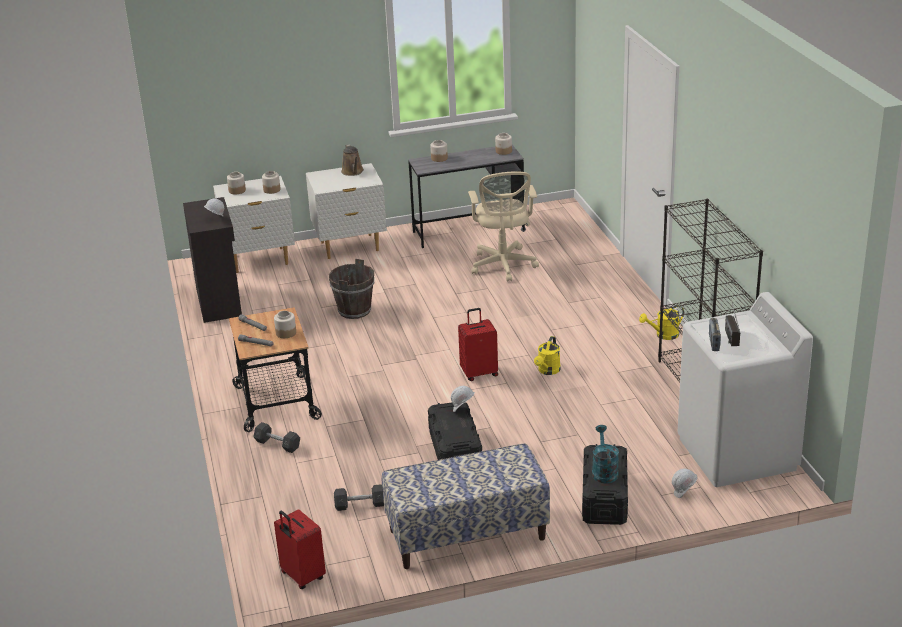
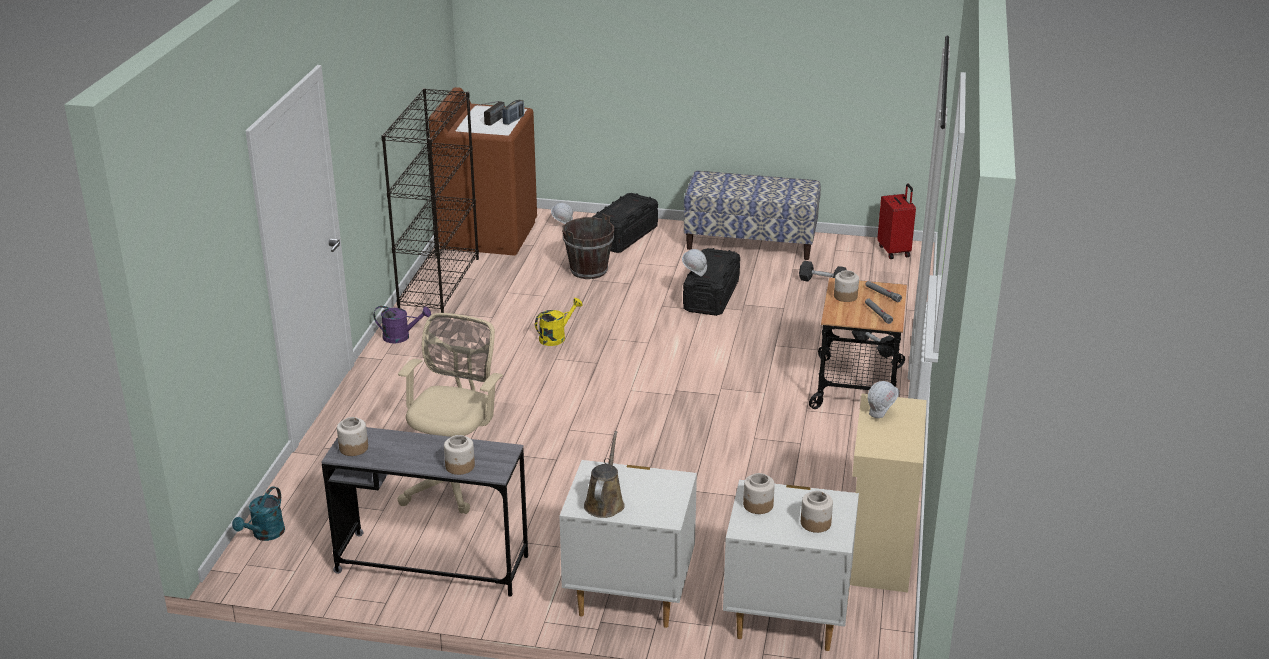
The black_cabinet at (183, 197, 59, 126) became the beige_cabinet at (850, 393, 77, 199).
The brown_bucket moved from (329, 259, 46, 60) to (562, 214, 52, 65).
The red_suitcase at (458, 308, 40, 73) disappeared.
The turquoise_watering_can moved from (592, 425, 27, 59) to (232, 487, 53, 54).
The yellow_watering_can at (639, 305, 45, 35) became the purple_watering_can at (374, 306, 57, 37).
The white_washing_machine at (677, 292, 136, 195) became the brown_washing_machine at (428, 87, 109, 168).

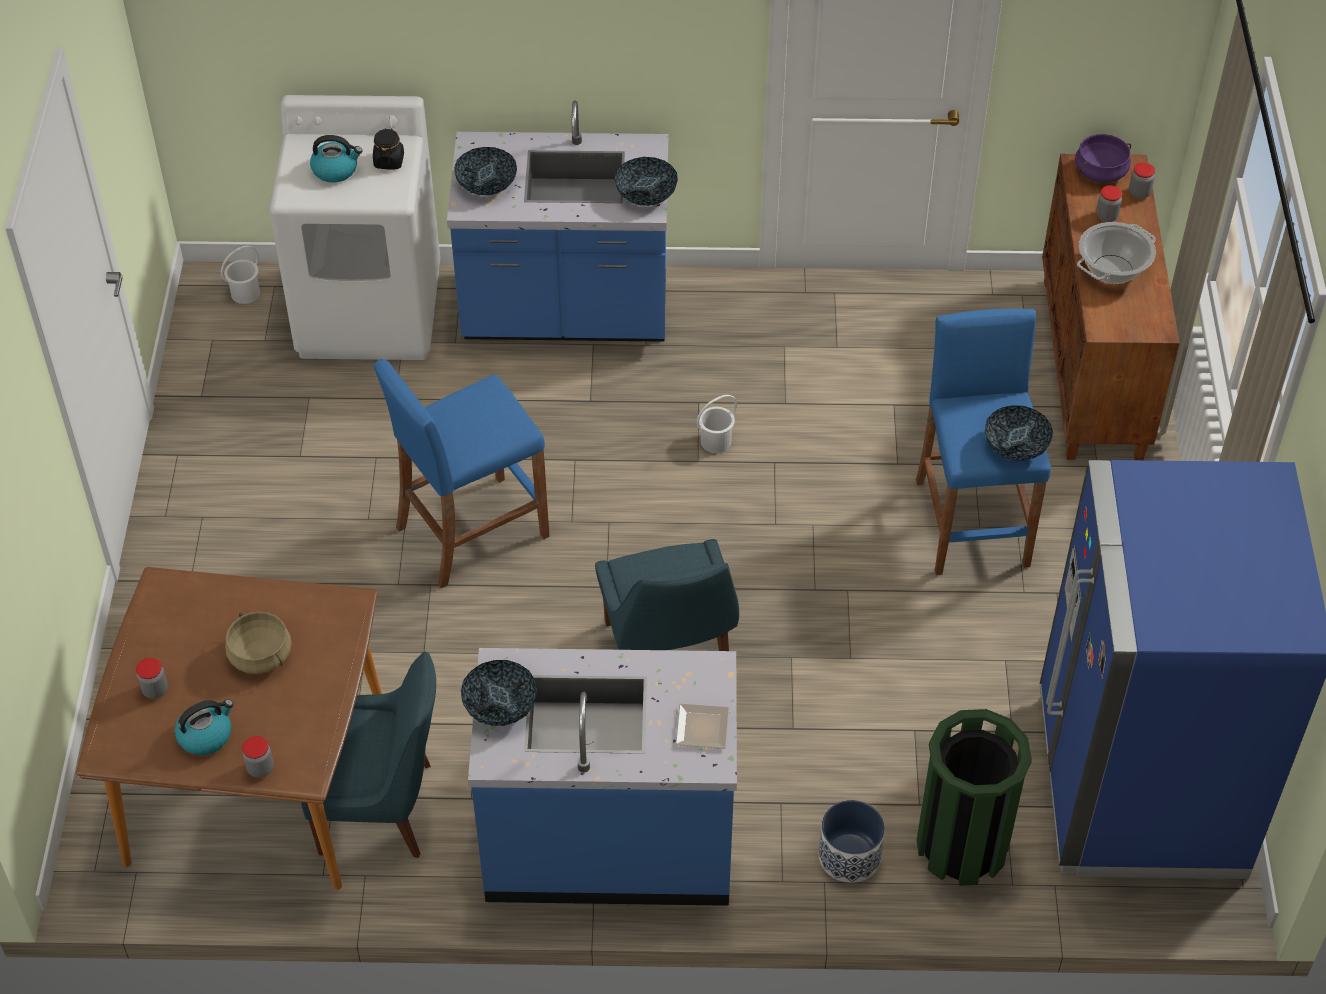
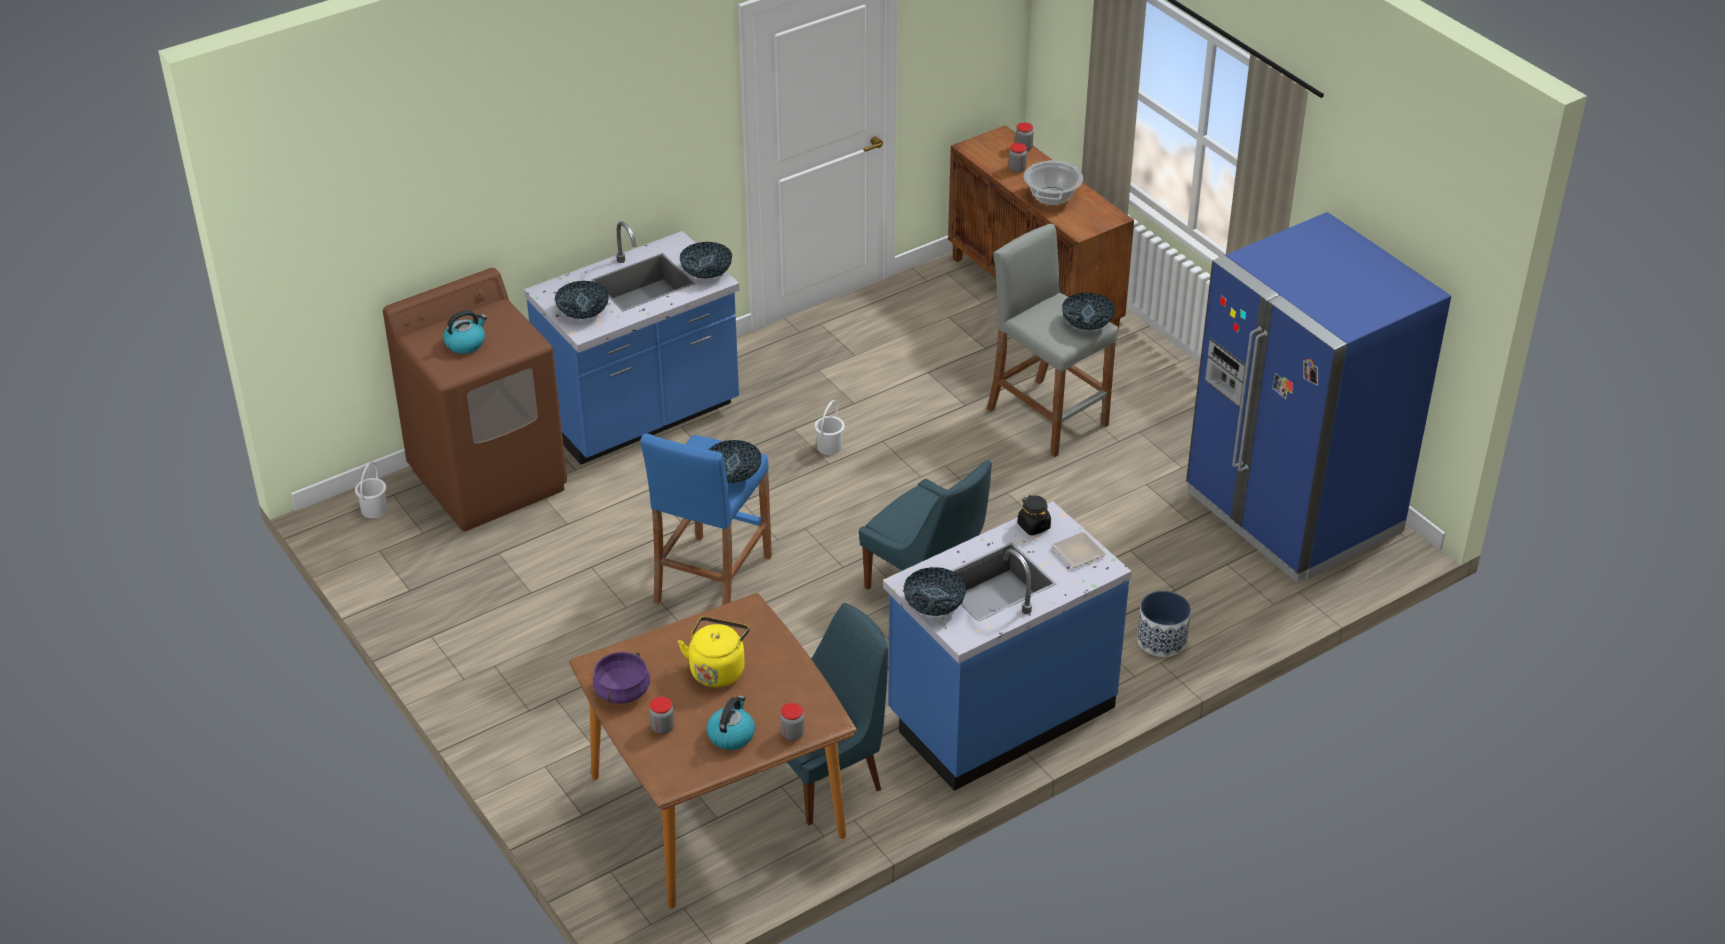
The beige_cooking_pot at (225, 612, 67, 62) was replaced by the yellow_kettle at (678, 617, 72, 70).
The white_washing_machine at (269, 95, 171, 265) became the brown_washing_machine at (383, 268, 184, 263).
The black_jar moved from (373, 128, 31, 41) to (1017, 495, 34, 41).
The blue_stool at (916, 308, 135, 267) became the grey_stool at (987, 224, 131, 233).
The green_trash_can at (917, 709, 115, 177) disappeared.
The purple_cooking_pot moved from (1075, 134, 56, 49) to (593, 652, 57, 52).
The bowl at (708, 440, 53, 43) appeared.

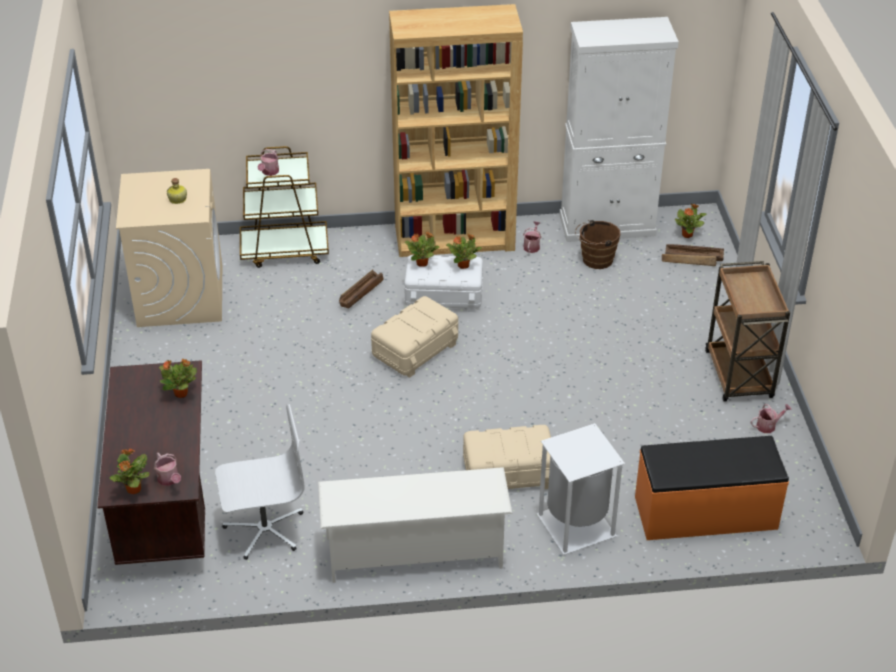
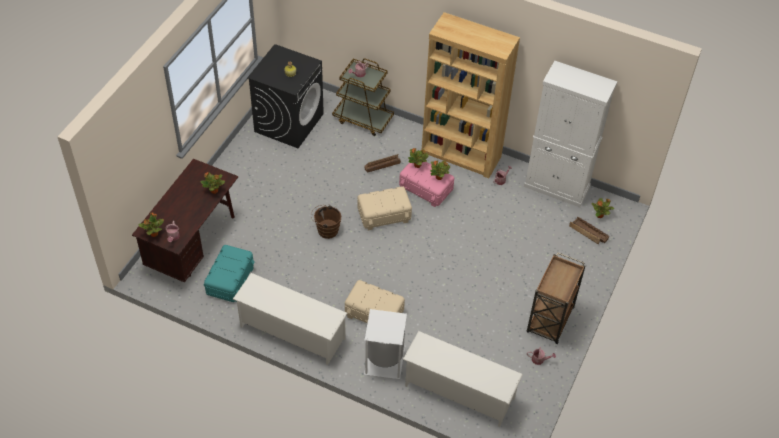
The beige_washing_machine at (116, 169, 106, 158) became the black_washing_machine at (247, 44, 77, 104).
The white_office_chair at (215, 404, 90, 156) was replaced by the turquoise_storage_box at (204, 245, 51, 57).
The white_storage_box at (404, 255, 79, 57) became the pink_storage_box at (399, 162, 55, 45).
The brown_bucket moved from (575, 220, 45, 49) to (311, 205, 30, 34).
The orange_bench at (635, 436, 154, 104) was replaced by the white_shoe_rack at (403, 331, 120, 96).

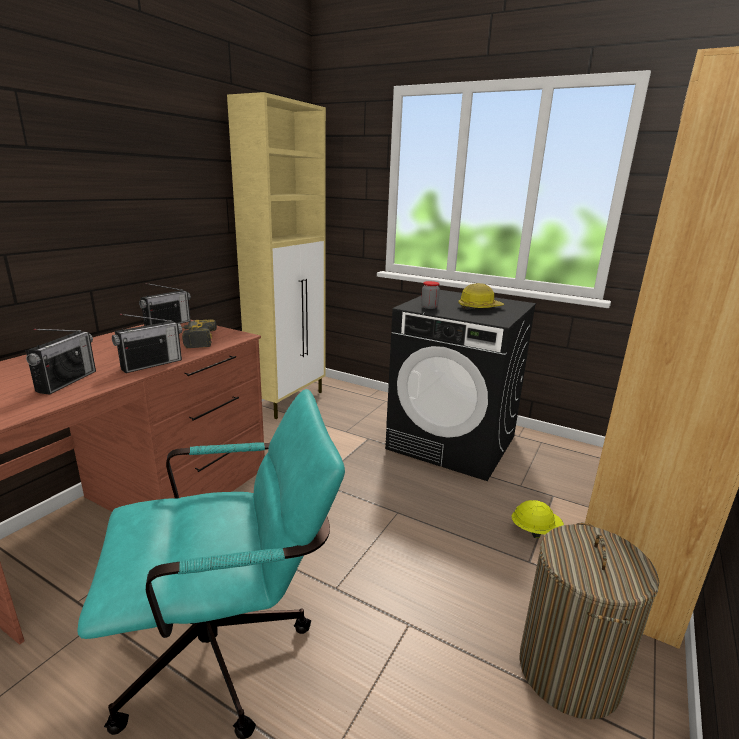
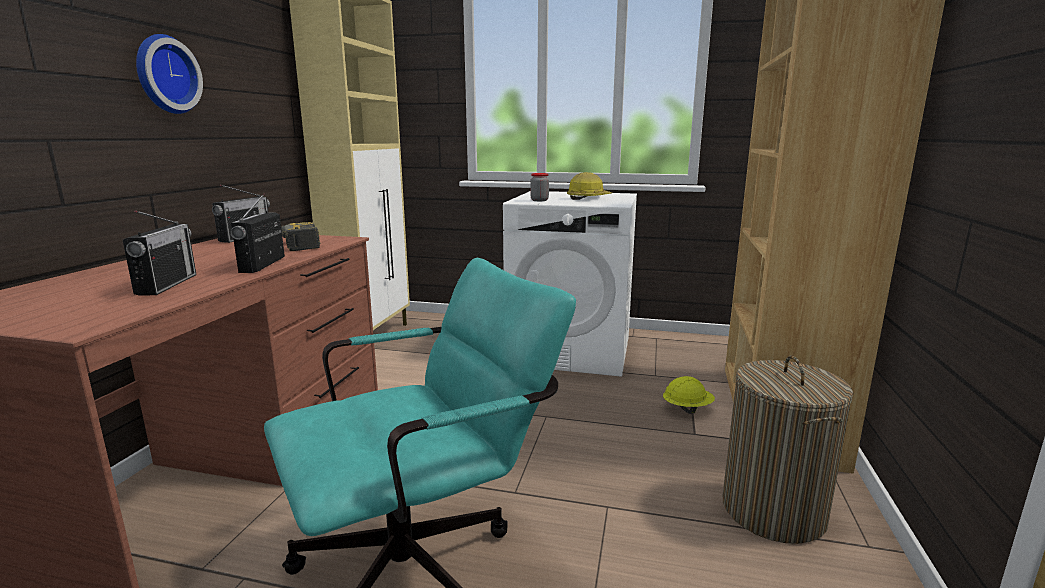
The radio at (112, 314, 70, 59) turned 150 degrees clockwise.
The black_washing_machine at (385, 290, 151, 191) became the white_washing_machine at (503, 191, 134, 186).
The wall_clock at (136, 34, 67, 80) appeared.

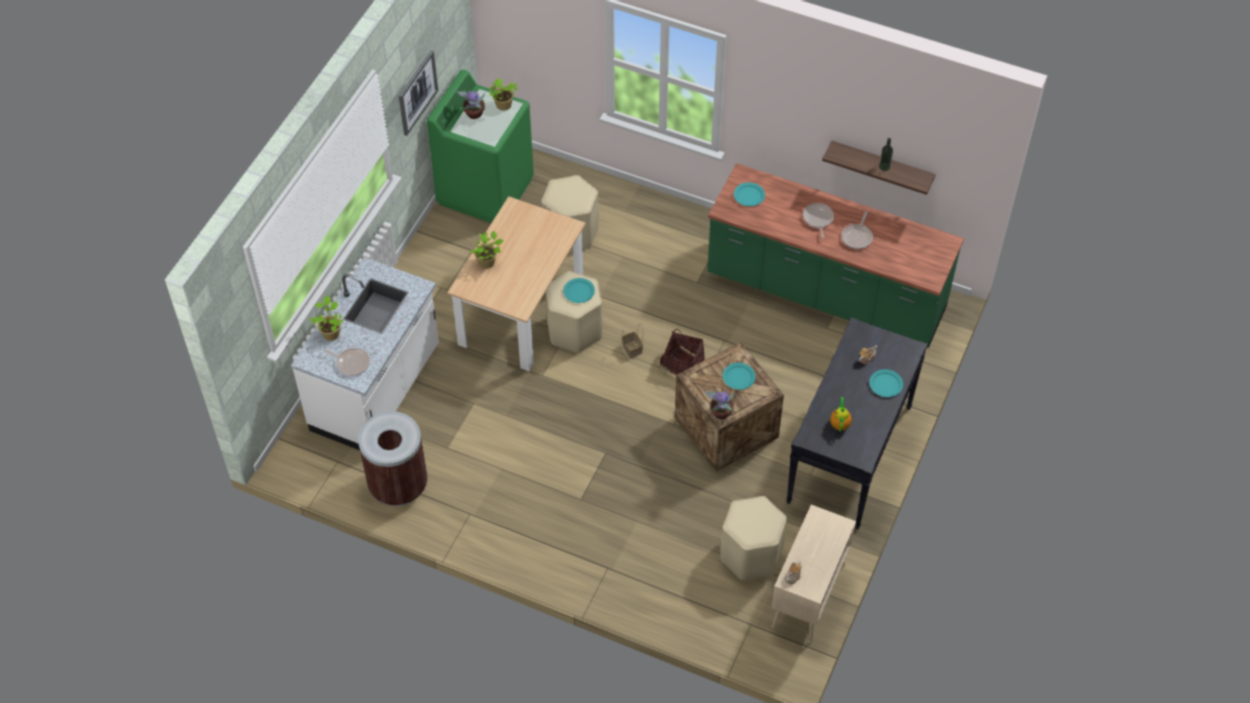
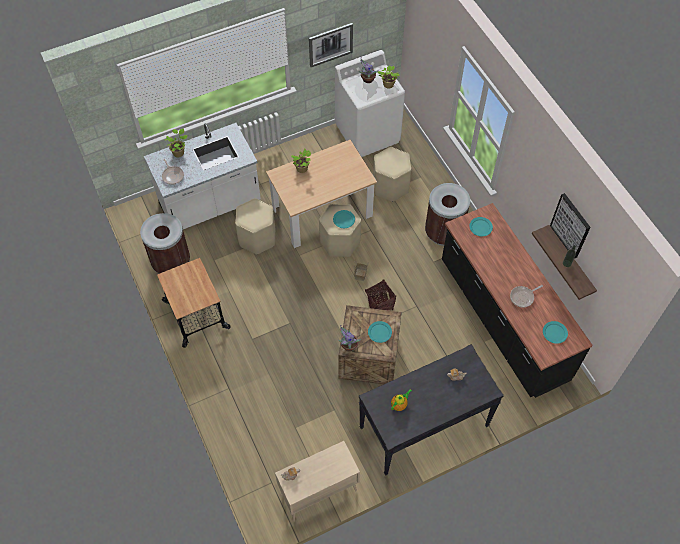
The green_washing_machine at (427, 70, 107, 153) became the white_washing_machine at (335, 50, 70, 107).
The green_counter at (707, 163, 257, 185) became the black_counter at (442, 203, 151, 195).
The beige_stool moved from (720, 496, 67, 85) to (235, 198, 40, 57).
The frying_pan at (803, 203, 31, 36) disappeared.
The turquoise_plate moved from (869, 369, 34, 28) to (543, 321, 25, 23).
The cart at (157, 258, 74, 90) appeared.
The brown_trash_can at (425, 183, 45, 63) appeared.
The picture at (550, 193, 41, 66) appeared.

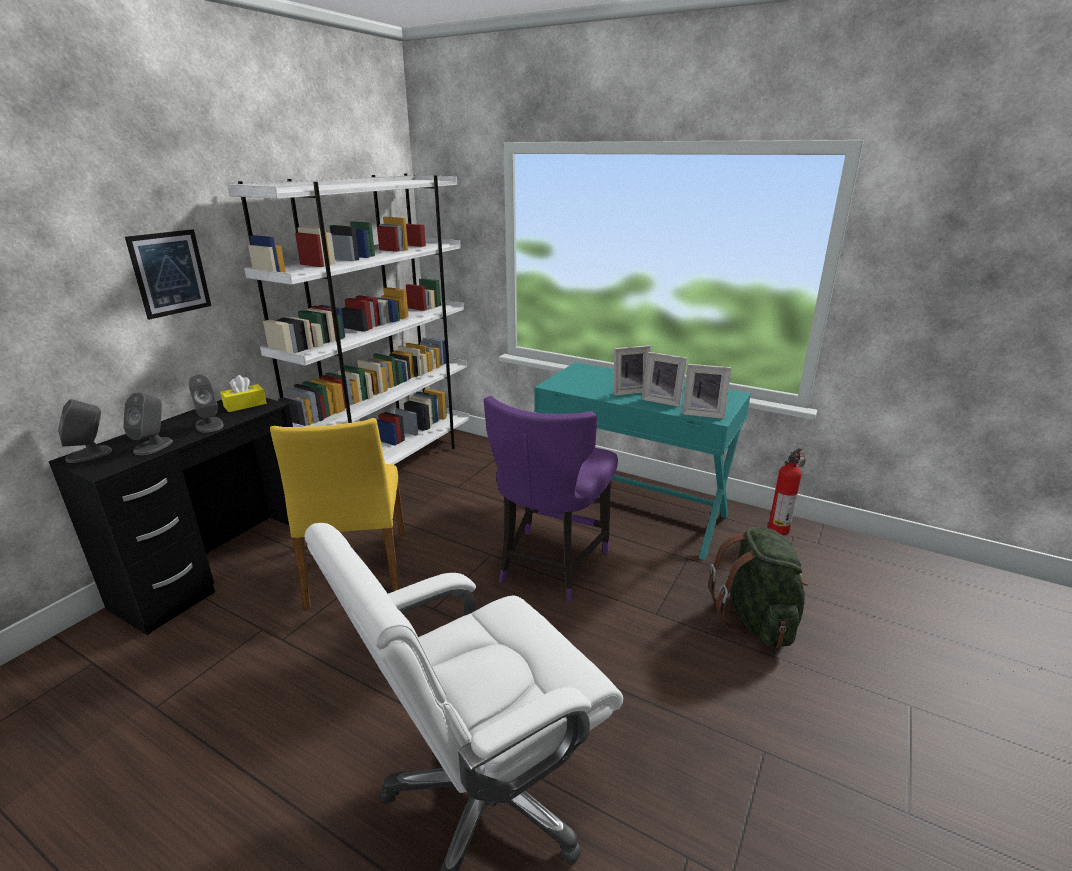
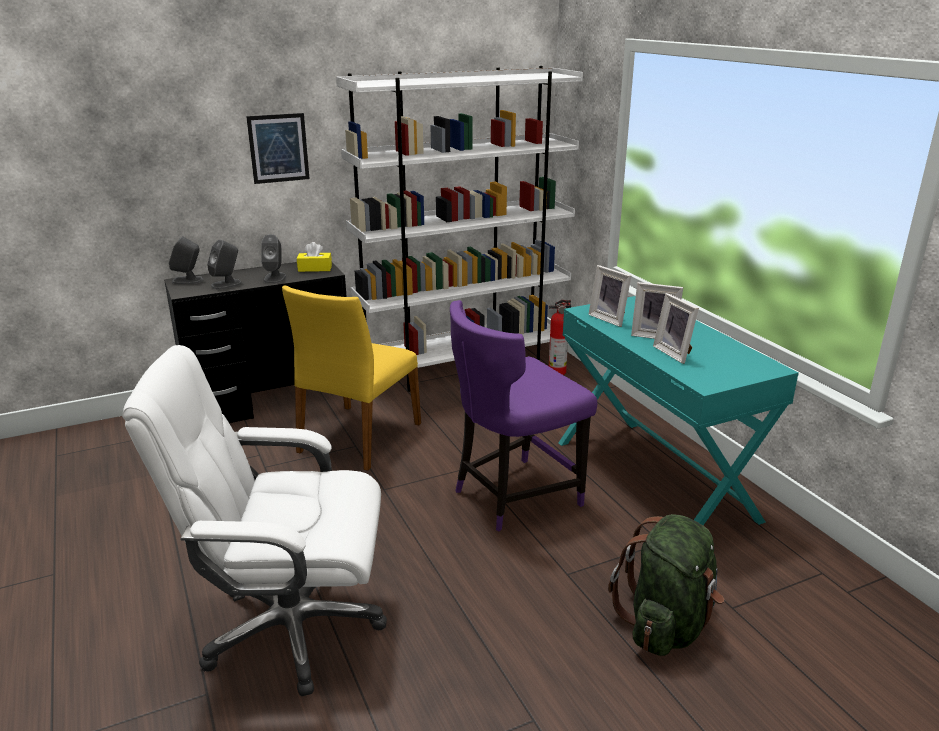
The picture_frame moved from (682, 364, 49, 55) to (588, 265, 43, 62).
The fire_extinguisher moved from (768, 448, 38, 87) to (549, 300, 22, 75).

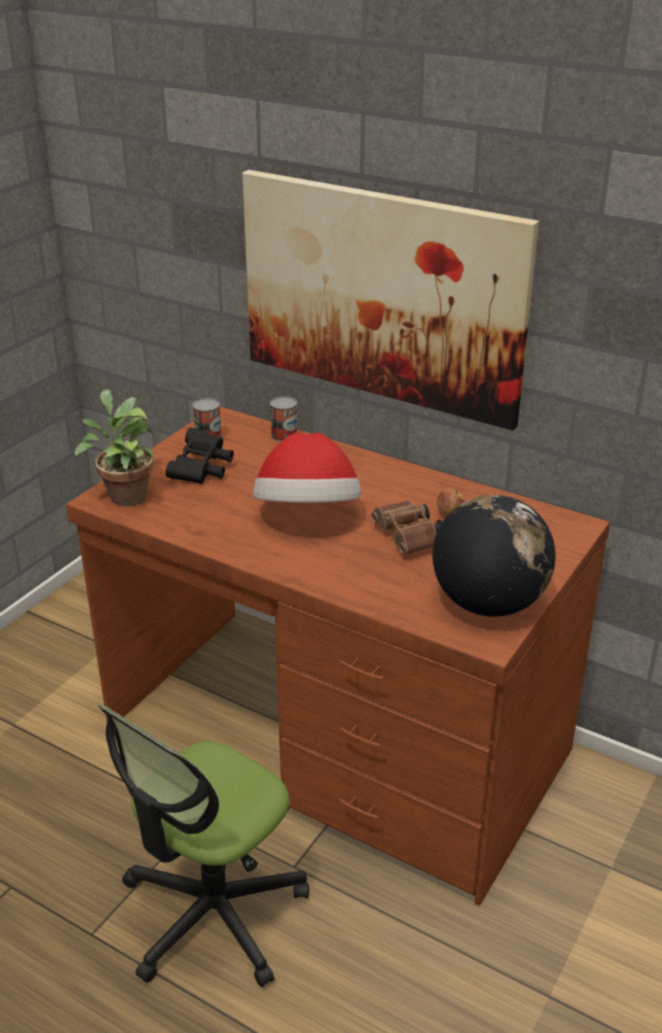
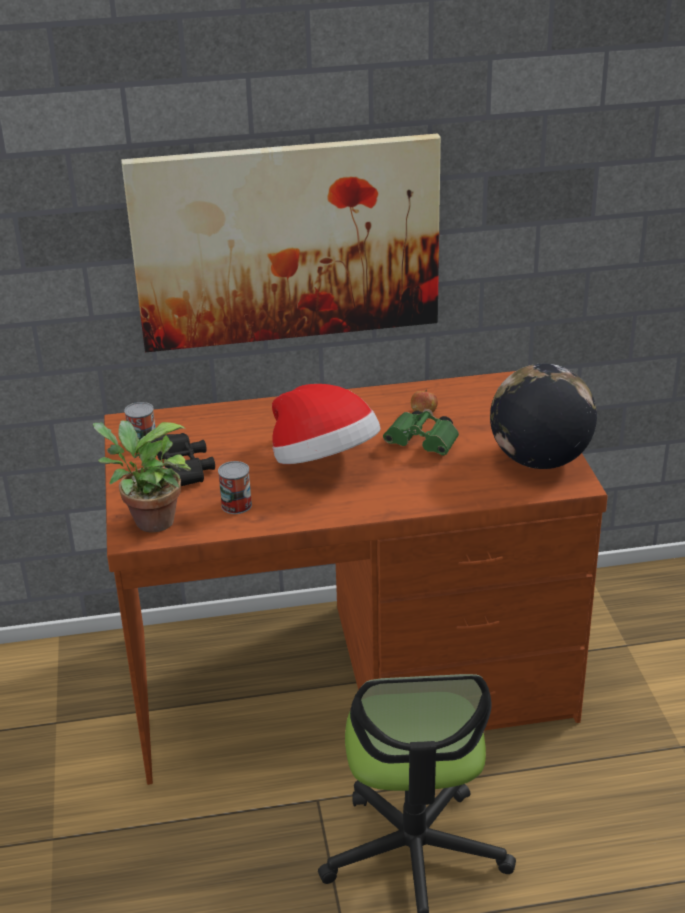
The can moved from (270, 396, 27, 46) to (218, 461, 34, 53).
The brown_binoculars at (371, 500, 71, 55) became the green_binoculars at (383, 409, 76, 46).

